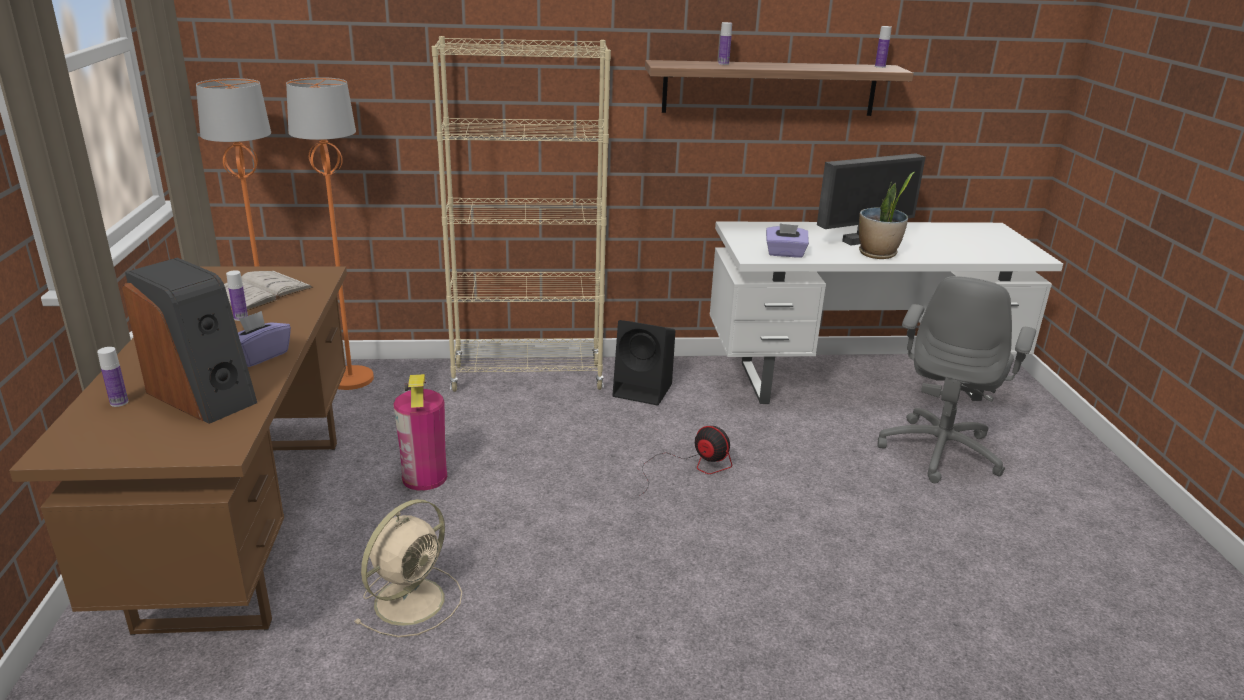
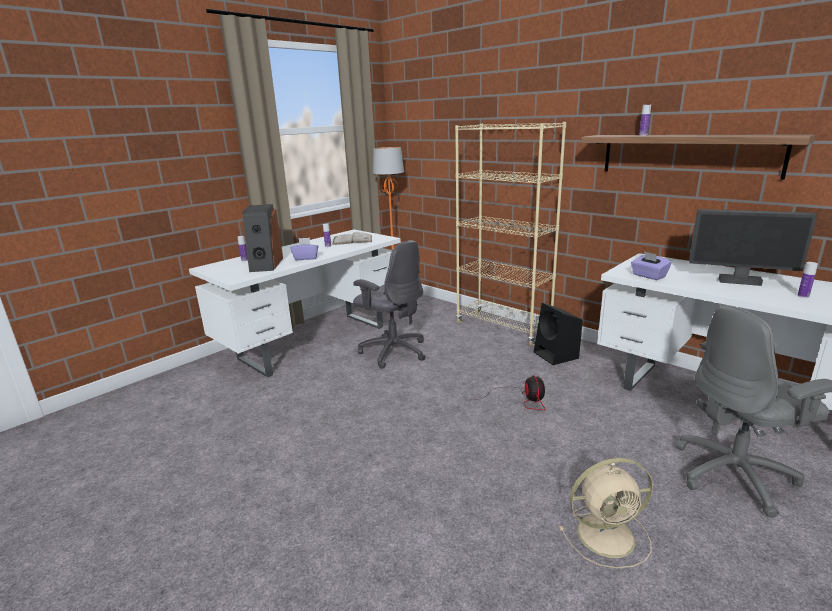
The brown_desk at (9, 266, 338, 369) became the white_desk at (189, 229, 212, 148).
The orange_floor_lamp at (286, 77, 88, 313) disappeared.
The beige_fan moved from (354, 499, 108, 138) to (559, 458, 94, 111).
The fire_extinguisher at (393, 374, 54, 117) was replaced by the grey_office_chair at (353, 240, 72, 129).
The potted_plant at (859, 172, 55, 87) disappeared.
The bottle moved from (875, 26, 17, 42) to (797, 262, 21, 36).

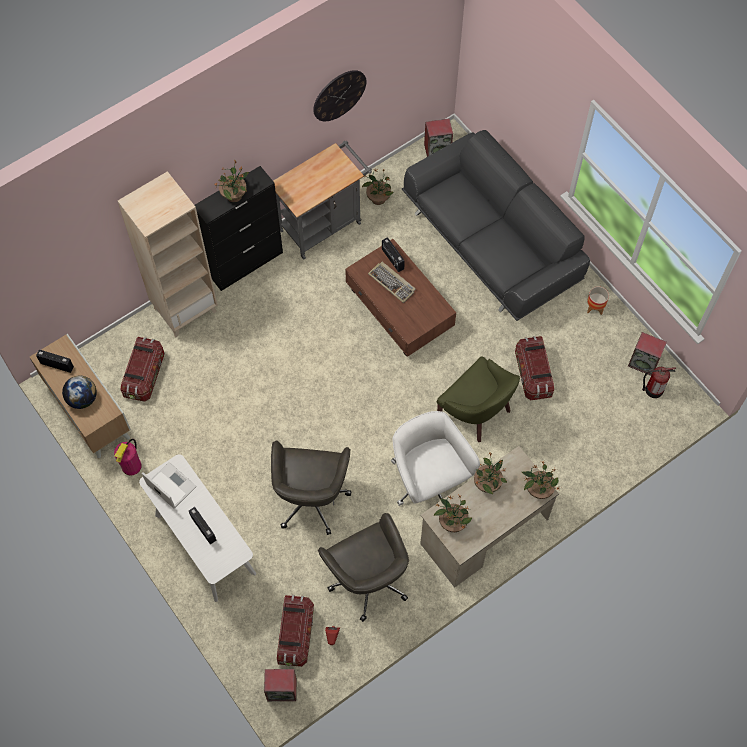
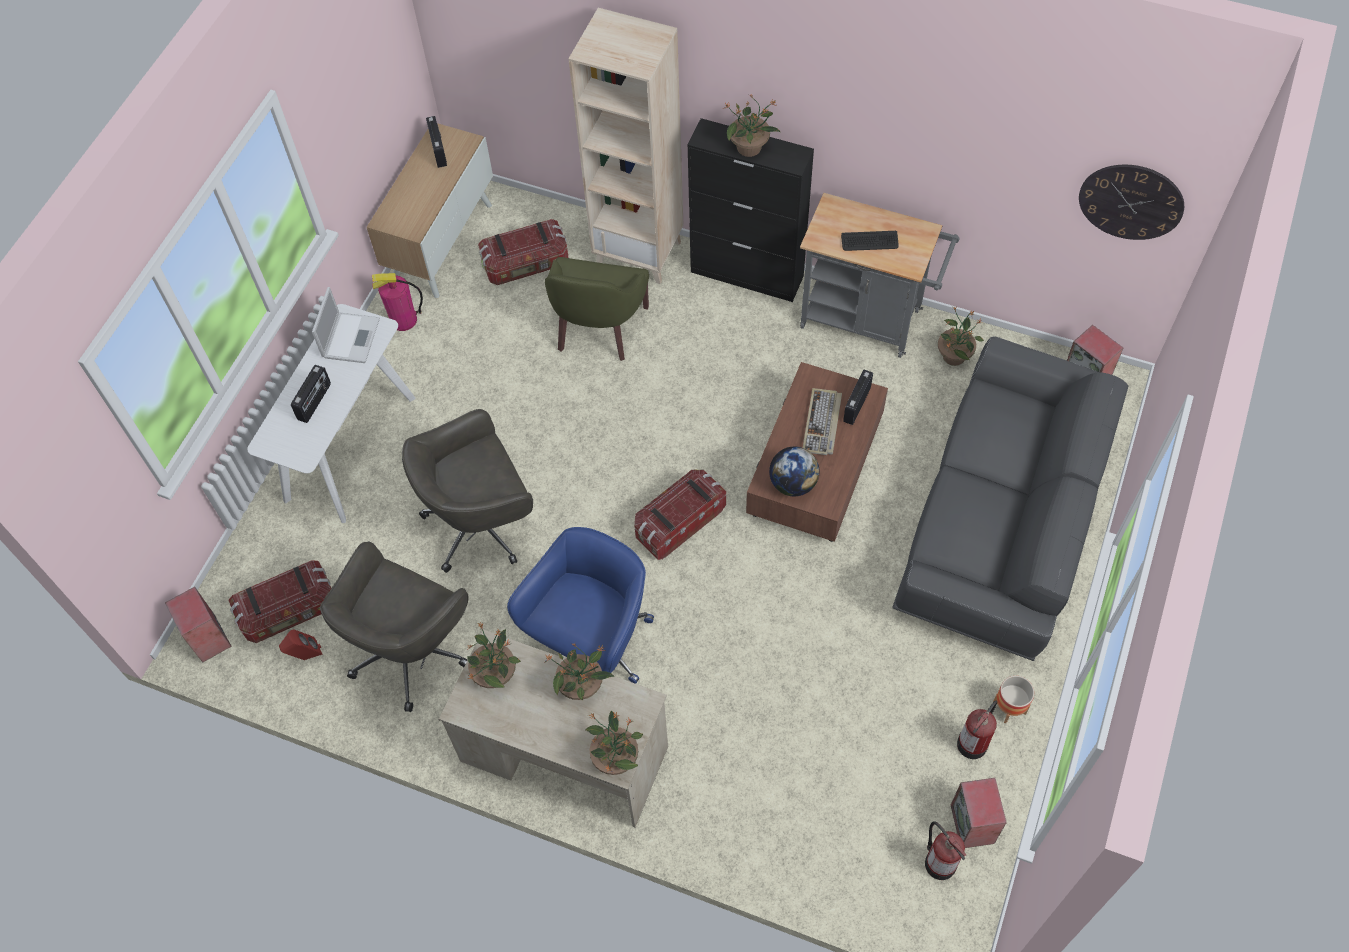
The globe moved from (62, 376, 35, 33) to (769, 447, 50, 49).
The wall_clock moved from (313, 70, 53, 51) to (1079, 165, 105, 75).
The white_office_chair at (391, 411, 89, 95) became the blue_office_chair at (507, 527, 147, 157).
The green_armchair moved from (437, 356, 83, 86) to (545, 257, 104, 104).
The storage_box moved from (515, 336, 39, 64) to (634, 470, 92, 90).
The keyboard at (841, 231, 58, 20) appeared.
The fire_extinguisher at (957, 700, 40, 59) appeared.

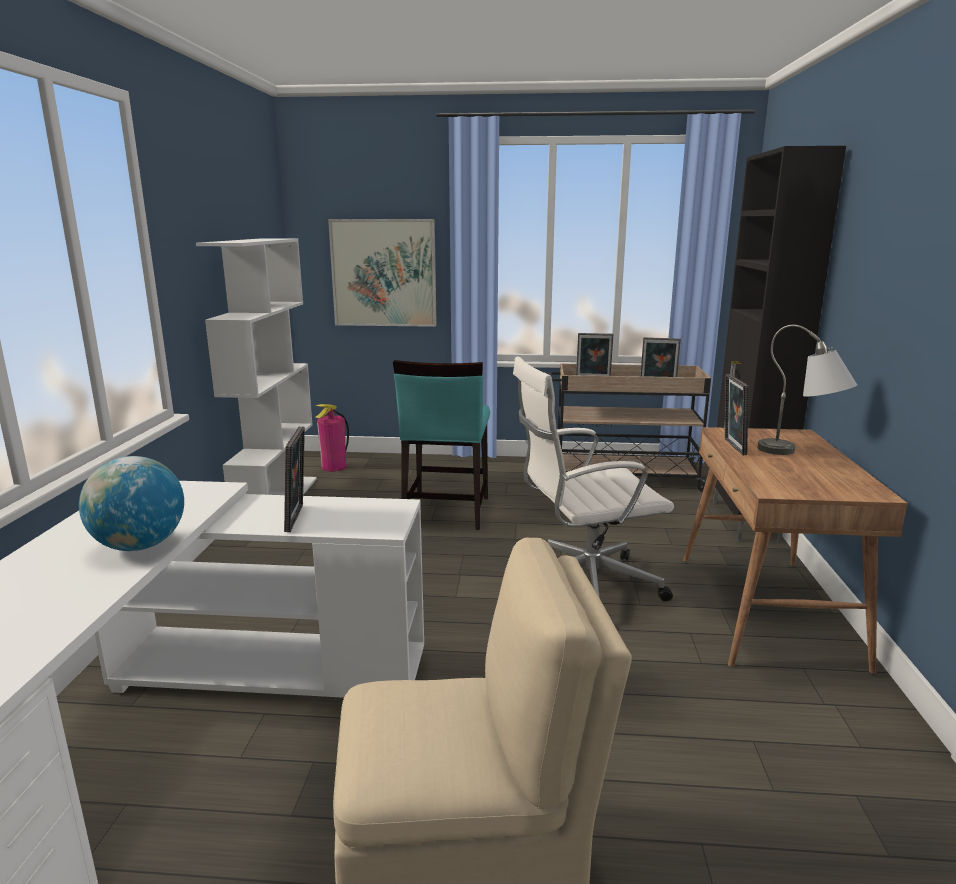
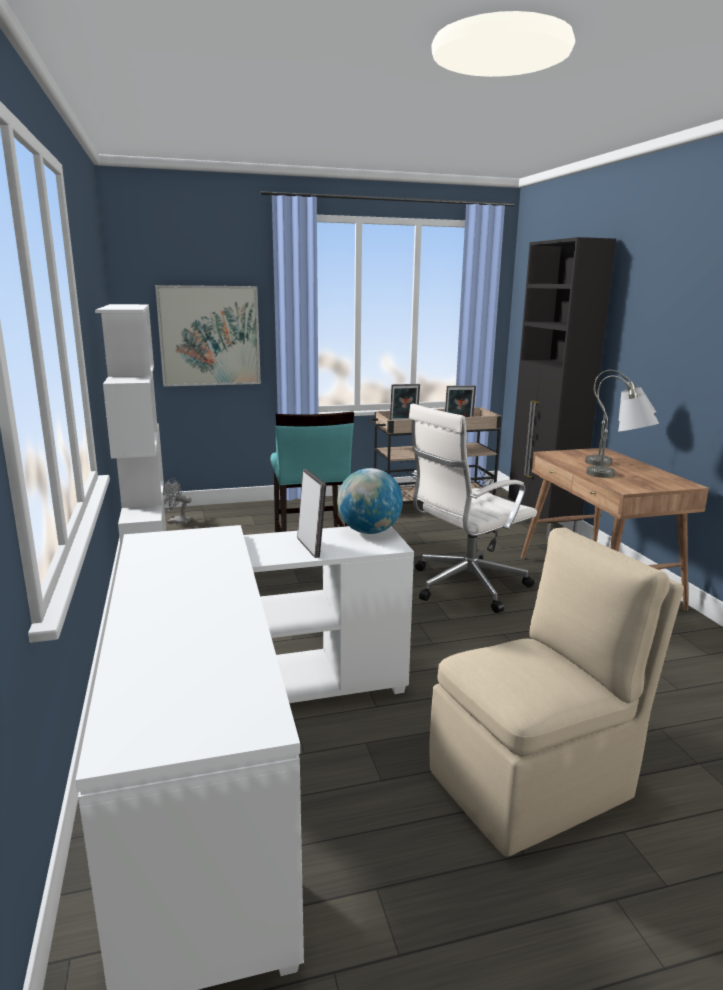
The globe moved from (79, 456, 105, 95) to (337, 468, 66, 66).
The fire_extinguisher at (315, 404, 34, 68) was replaced by the grey_fan at (163, 478, 28, 46).
The picture_frame at (725, 374, 24, 81) disappeared.
The grey_table_lamp at (586, 375, 73, 103) appeared.

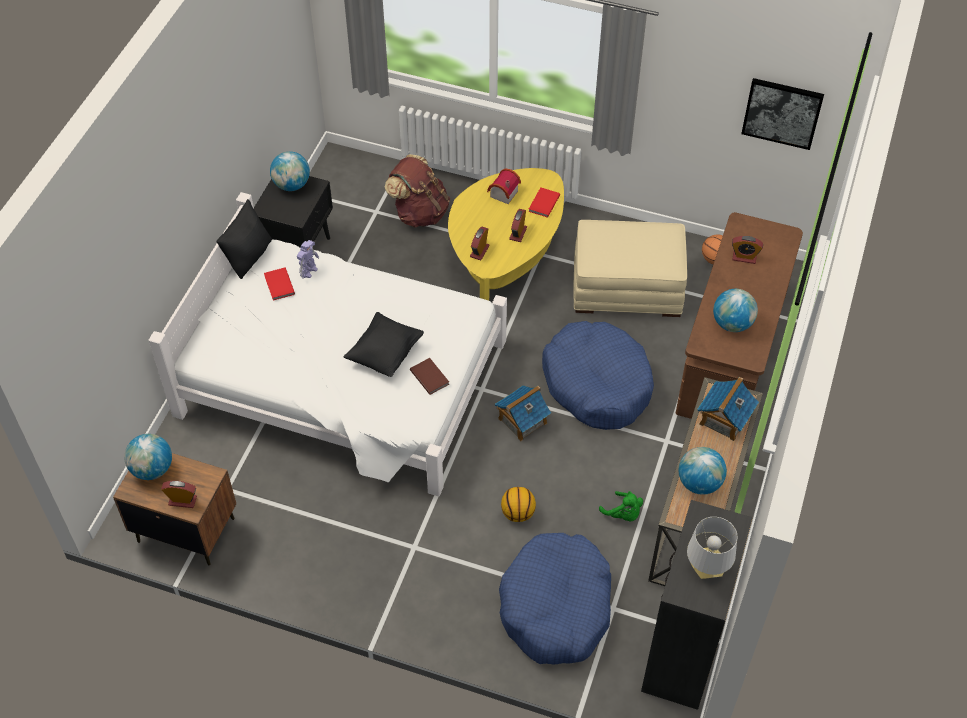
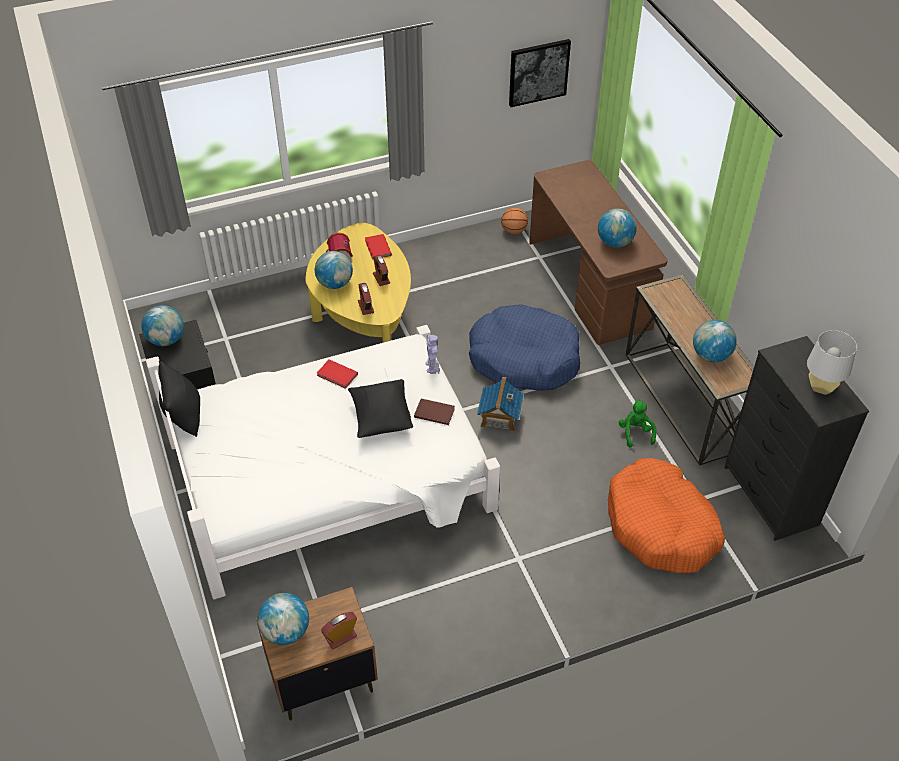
The red_book moved from (264, 268, 31, 33) to (317, 359, 41, 30).
The toy_robot moved from (297, 240, 22, 39) to (425, 335, 15, 39).
The brown_backpack at (385, 154, 65, 74) disappeared.
The blue_dog_bed at (499, 533, 112, 132) became the orange_dog_bed at (608, 458, 117, 116).
The basketball at (501, 487, 35, 35) disappeared.
The beige_ottoman at (573, 220, 114, 97) disappeared.
The green_plush_toy at (599, 491, 44, 30) turned 105 degrees counterclockwise.
The toy_house at (697, 377, 62, 64) disappeared.
The alarm_clock at (732, 236, 31, 28) disappeared.
The globe at (315, 251, 38, 38) appeared.

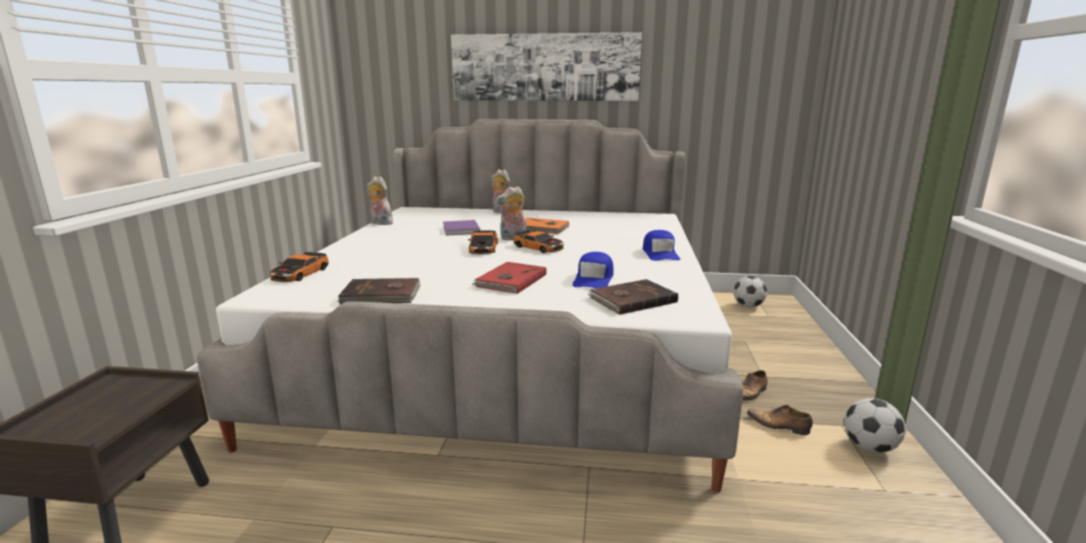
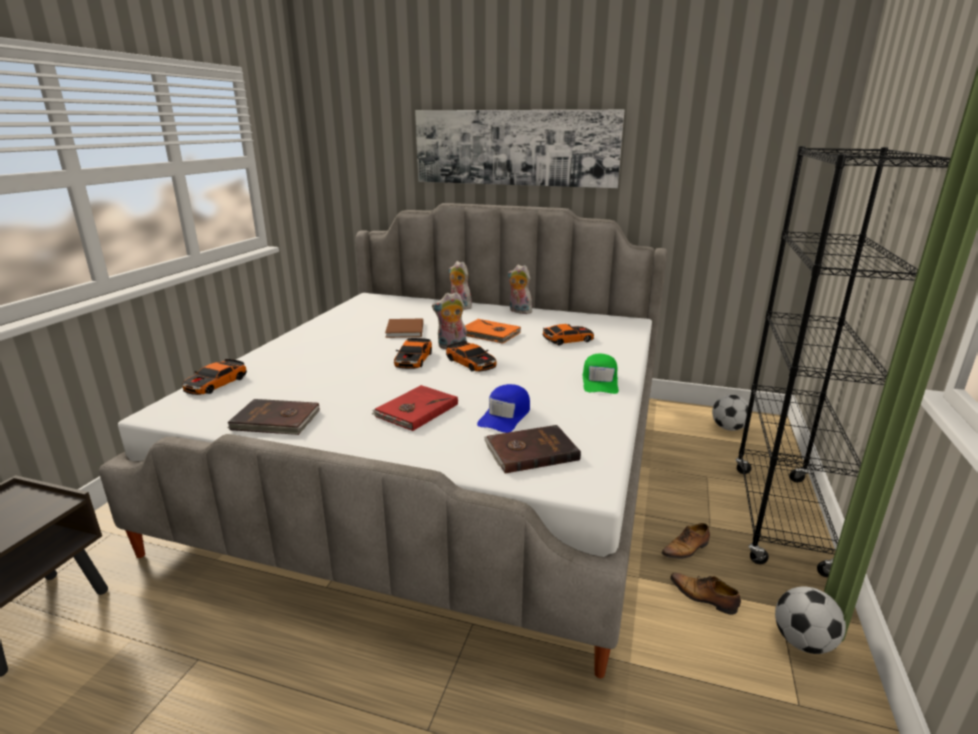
The plush_toy moved from (366, 176, 27, 49) to (508, 265, 24, 49).
The purple_book at (443, 220, 37, 16) became the brown_book at (385, 318, 38, 20).
The blue_cap at (643, 230, 37, 31) became the green_cap at (583, 354, 36, 40).
The toy_car at (542, 324, 52, 22) appeared.
The black_bookcase at (735, 146, 215, 431) appeared.

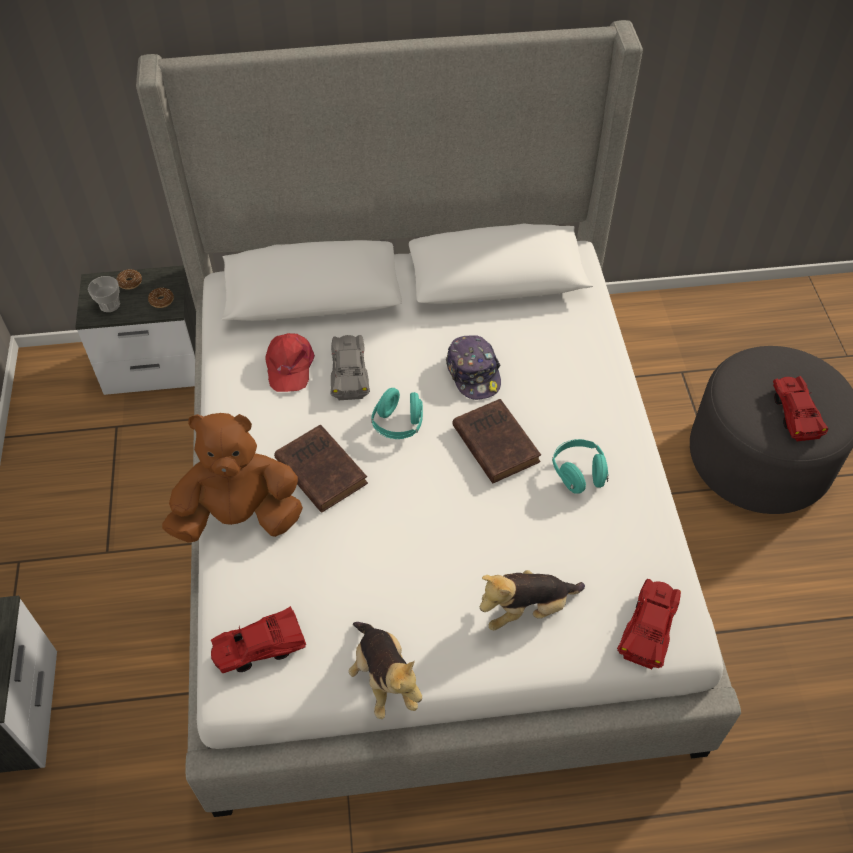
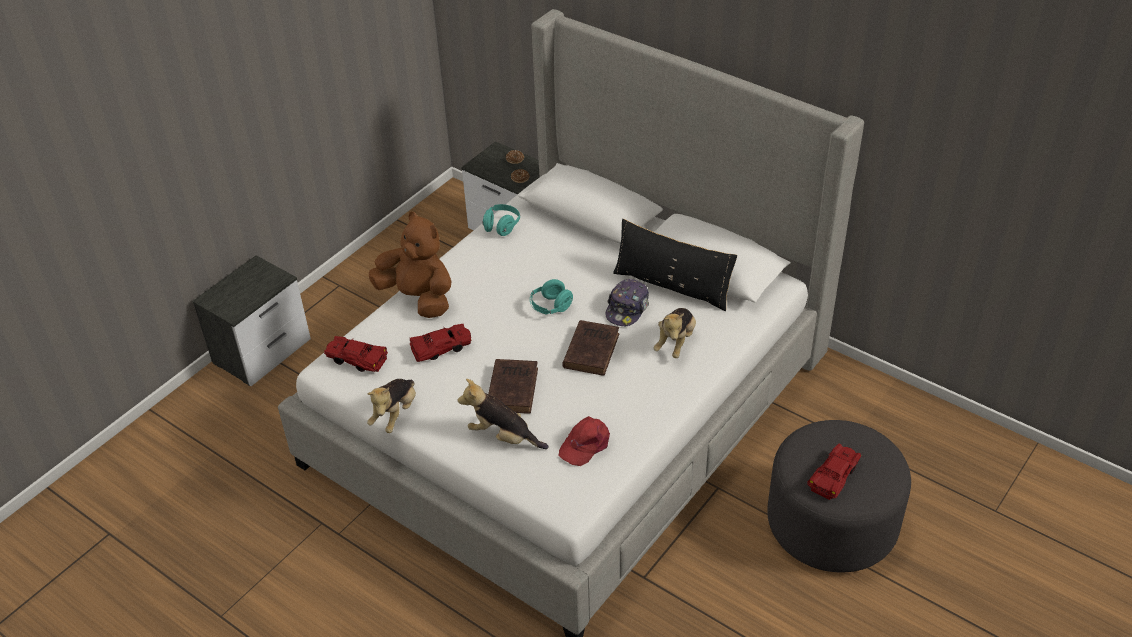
The cup at (88, 276, 32, 36) disappeared.
The red_cap moved from (265, 333, 50, 59) to (559, 416, 51, 50).
The brown_book moved from (274, 425, 94, 88) to (488, 359, 50, 55).
The grey_toy_car at (330, 335, 40, 65) disappeared.
The turquoise_headphones moved from (552, 439, 57, 55) to (482, 204, 38, 32).
The red_toy_car moved from (617, 579, 64, 90) to (410, 324, 61, 38).
The black_pillow at (613, 219, 124, 92) appeared.
The plush_toy at (653, 308, 43, 50) appeared.

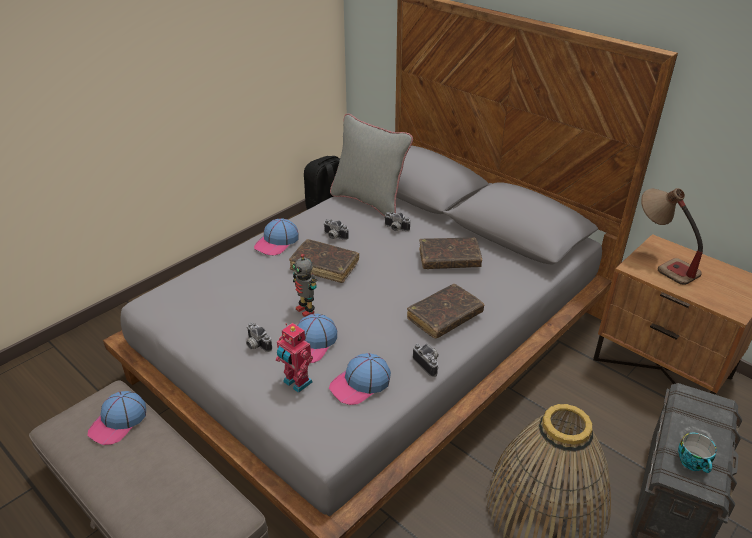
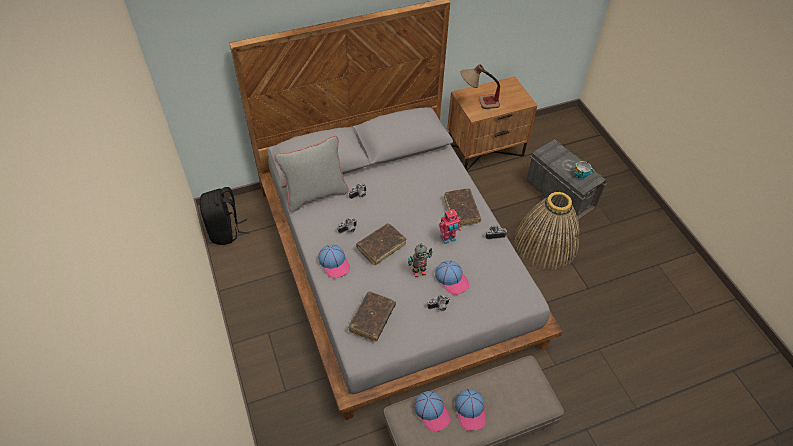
The toy_robot moved from (276, 323, 37, 70) to (439, 209, 22, 35).
The cap moved from (329, 353, 62, 52) to (455, 389, 31, 42).
The brown_book moved from (419, 237, 63, 32) to (349, 291, 47, 50).

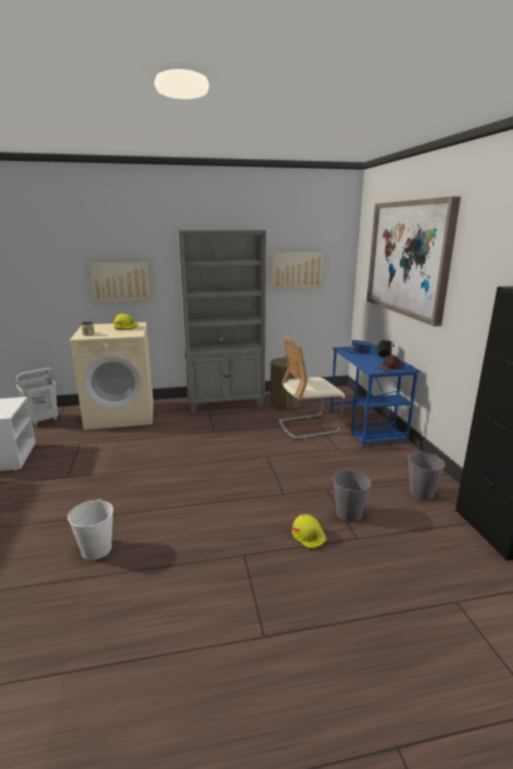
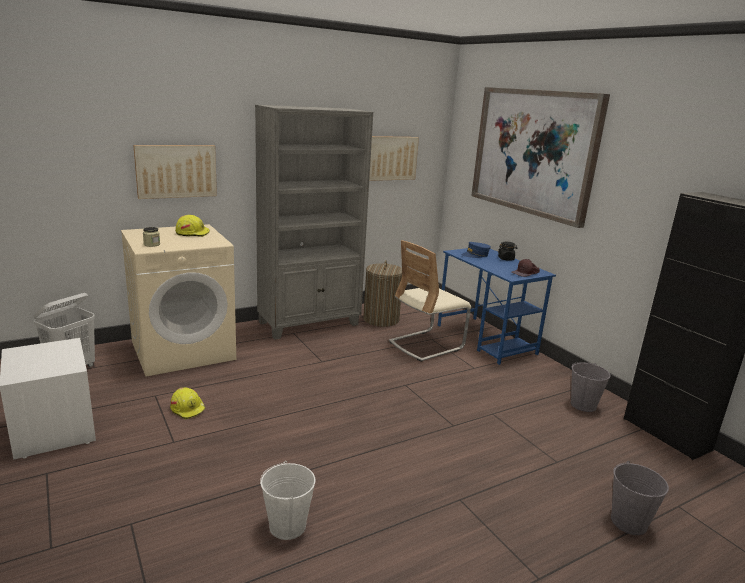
The yellow_hard_hat moved from (292, 514, 35, 36) to (170, 388, 36, 31).
The grey_bucket moved from (333, 469, 38, 53) to (611, 461, 58, 74).

